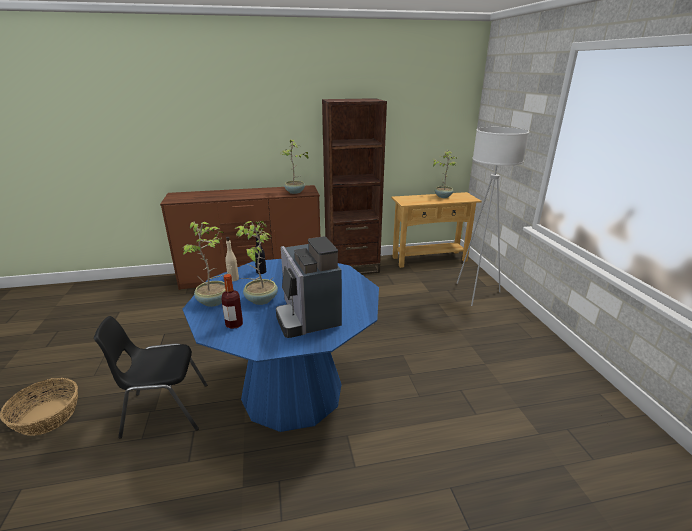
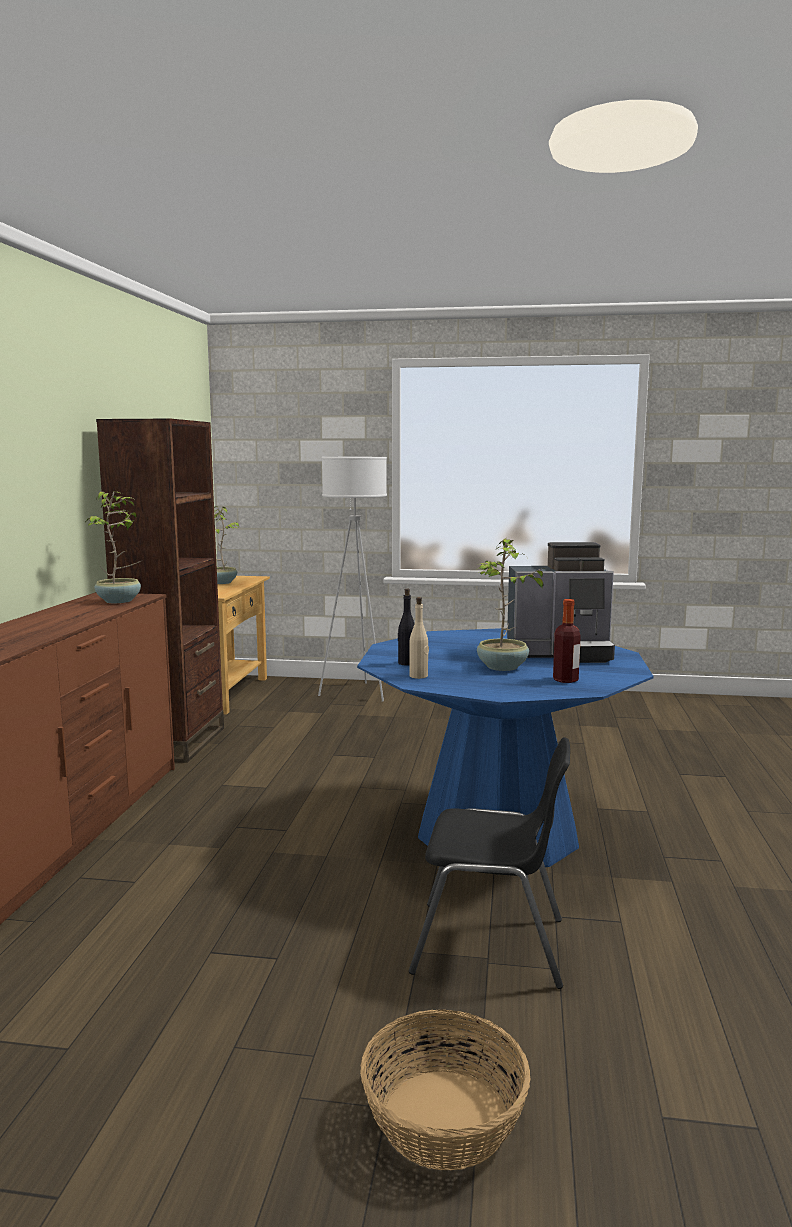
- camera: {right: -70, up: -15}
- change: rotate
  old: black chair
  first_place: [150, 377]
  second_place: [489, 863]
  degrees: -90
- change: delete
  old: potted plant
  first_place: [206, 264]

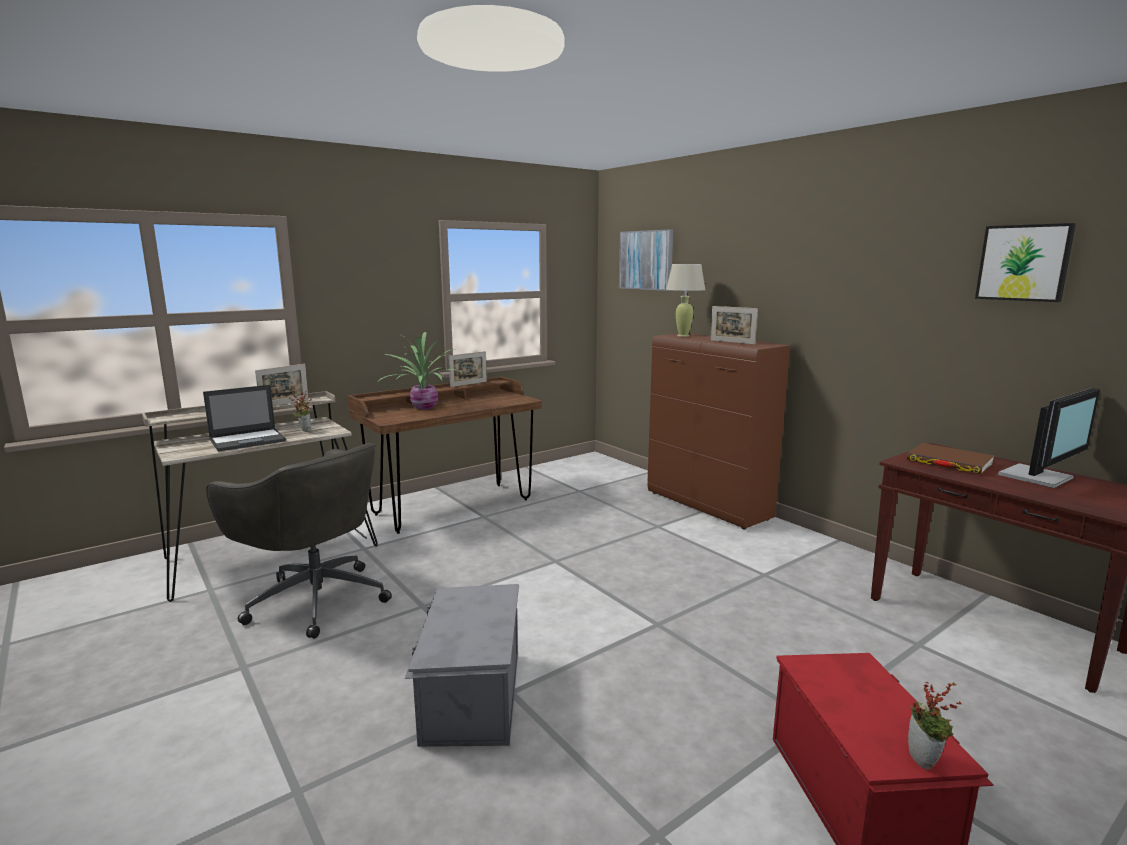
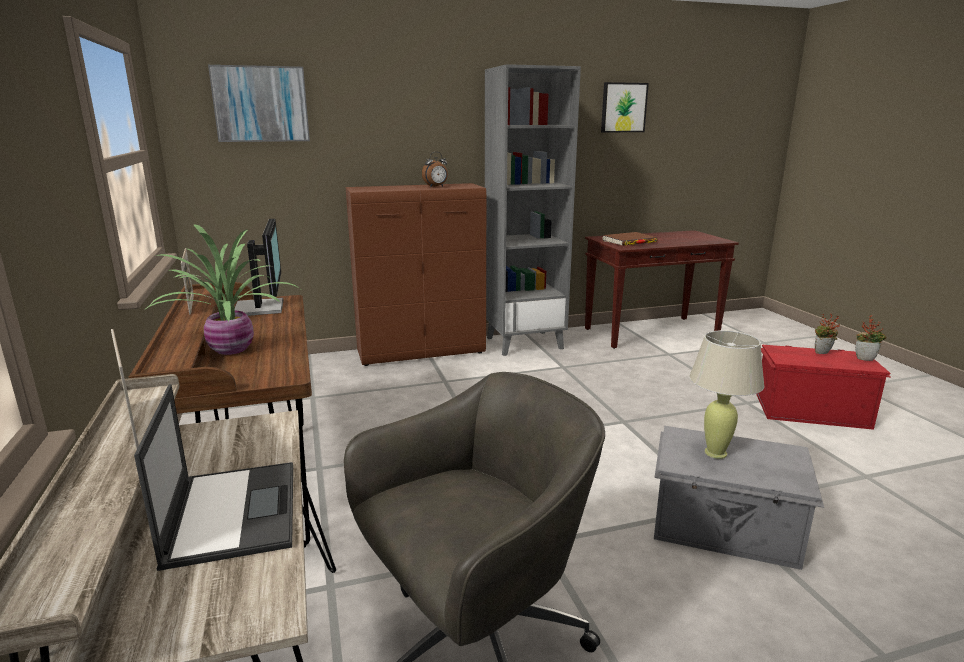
- camera: {right: -70, up: 5}
- change: move
  old: potted plant
  first_place: [300, 411]
  second_place: [827, 334]
- change: move
  old: beige table lamp
  first_place: [686, 300]
  second_place: [727, 394]
- change: replace
  old: picture frame
  new: alarm clock
  first_place: [734, 325]
  second_place: [435, 169]
- change: move
  old: monitor
  first_place: [1049, 438]
  second_place: [259, 267]
- change: insert
  new: grey bookcase
  second_place: [533, 210]

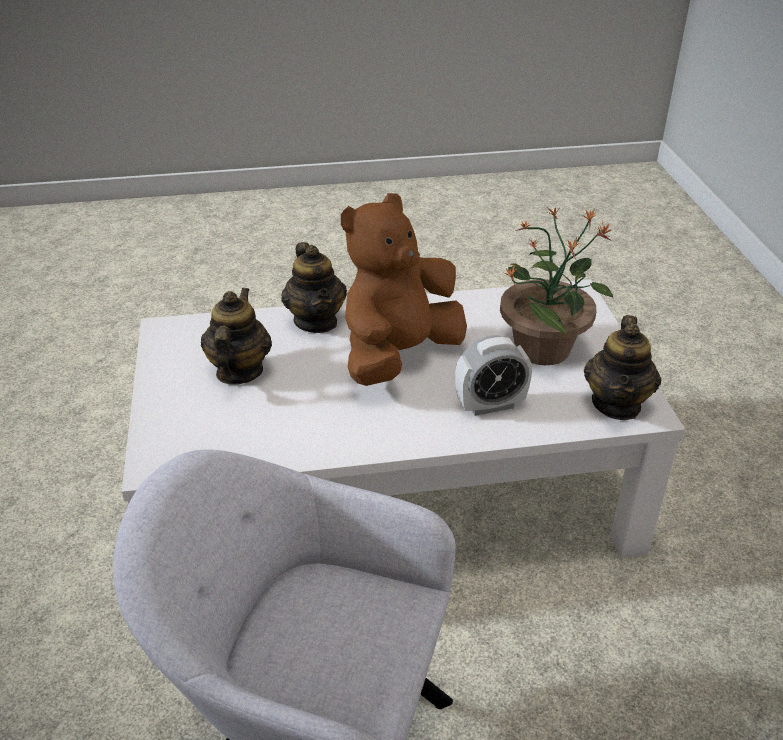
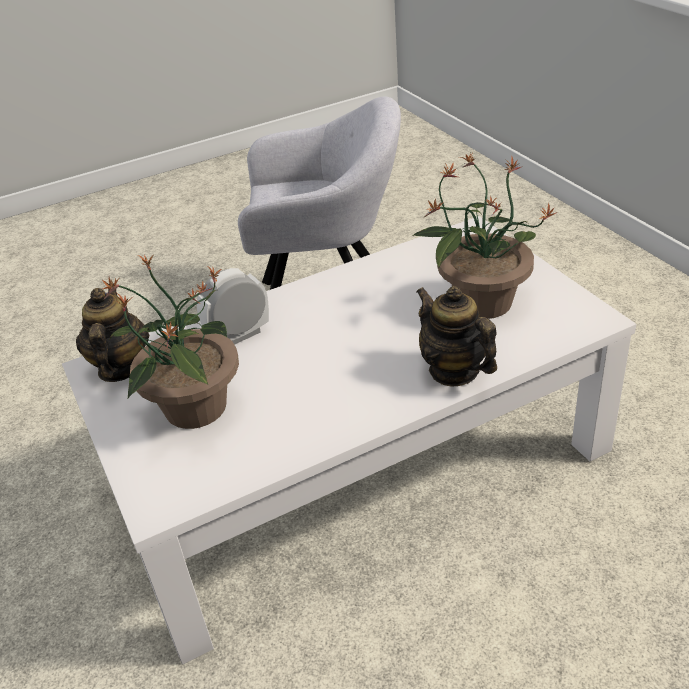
- camera: {right: 165, up: 0}
- change: replace
  old: teapot
  new: potted plant
  first_place: [236, 336]
  second_place: [484, 236]
- change: delete
  old: brown plush toy
  first_place: [404, 289]

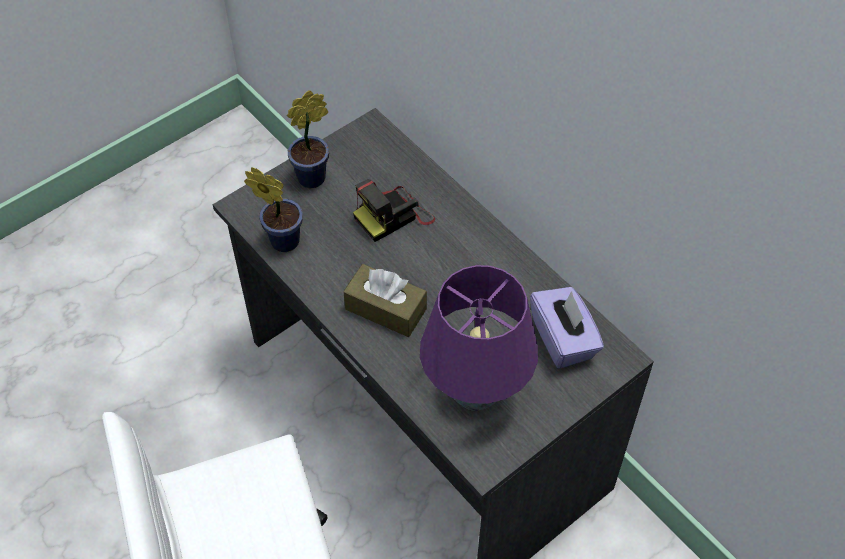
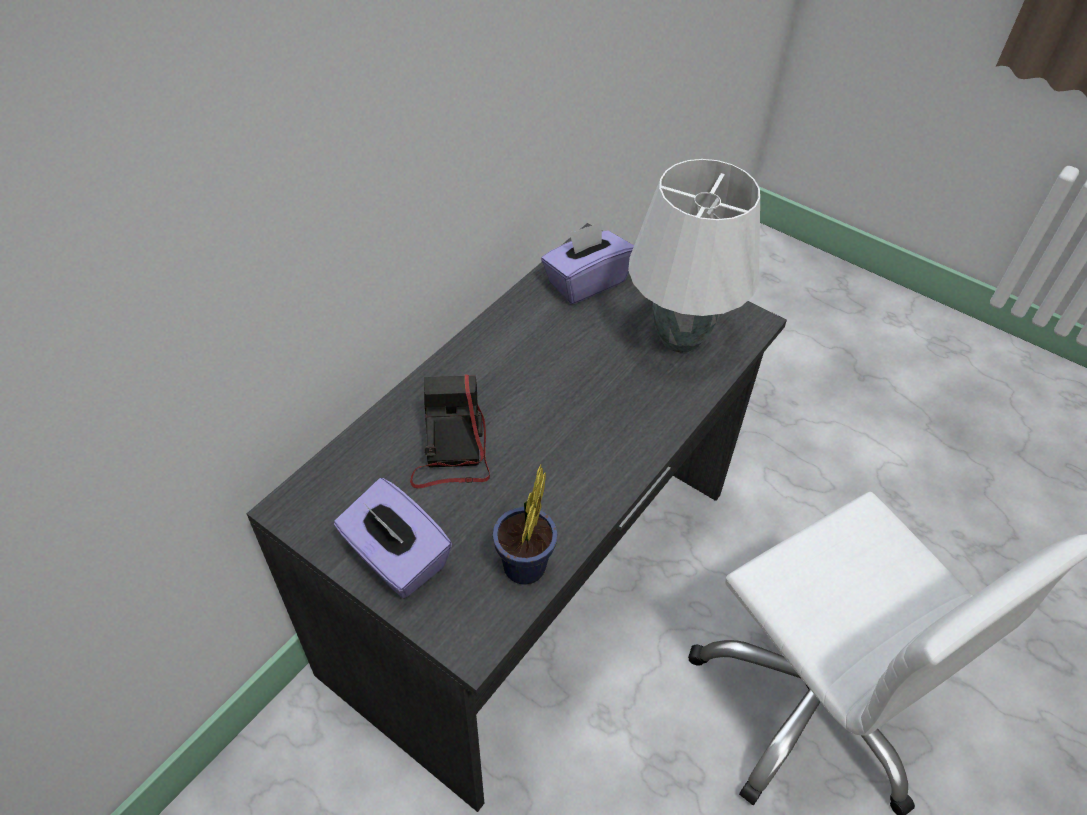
- camera: {right: -105, up: -5}
- change: replace
  old: potted plant
  new: purple tissue box
  first_place: [308, 139]
  second_place: [393, 538]
- change: delete
  old: brown tissue box
  first_place: [385, 300]
- change: rotate
  old: photo camera
  first_place: [394, 210]
  second_place: [450, 431]
  degrees: -135
- change: recolor
  old: purple table lamp
  new: white table lamp
  first_place: [479, 338]
  second_place: [694, 256]

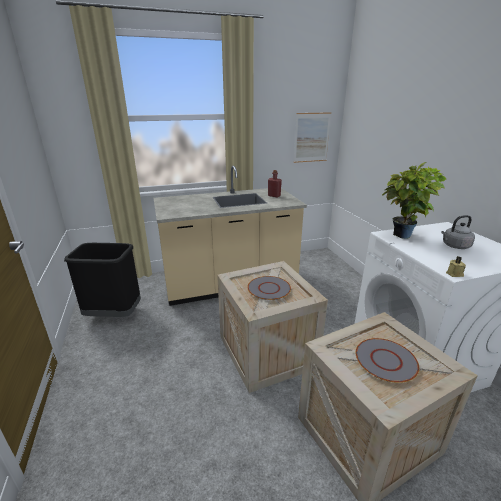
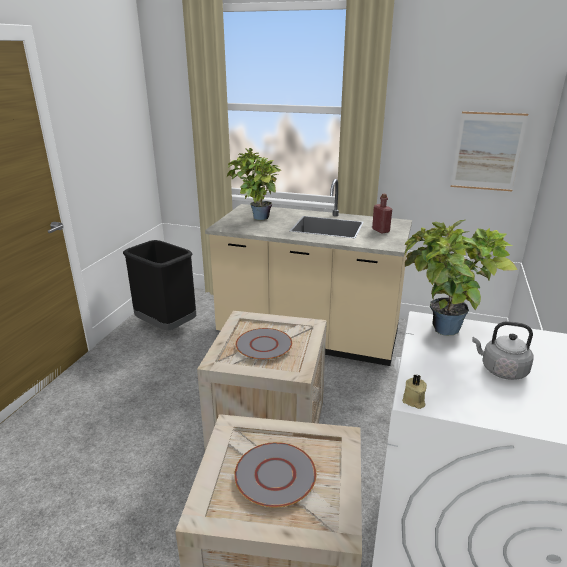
- camera: {right: 35, up: 0}
- change: insert
  new: potted plant
  second_place: [254, 184]

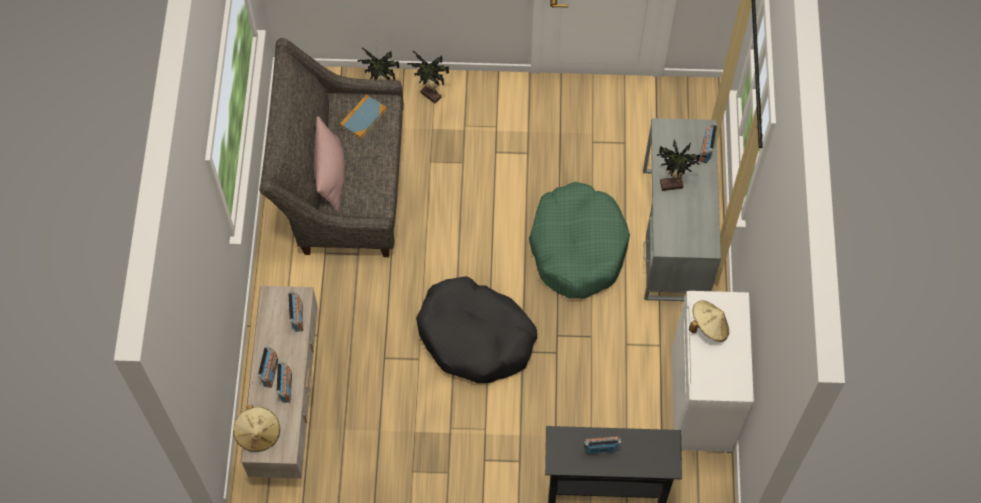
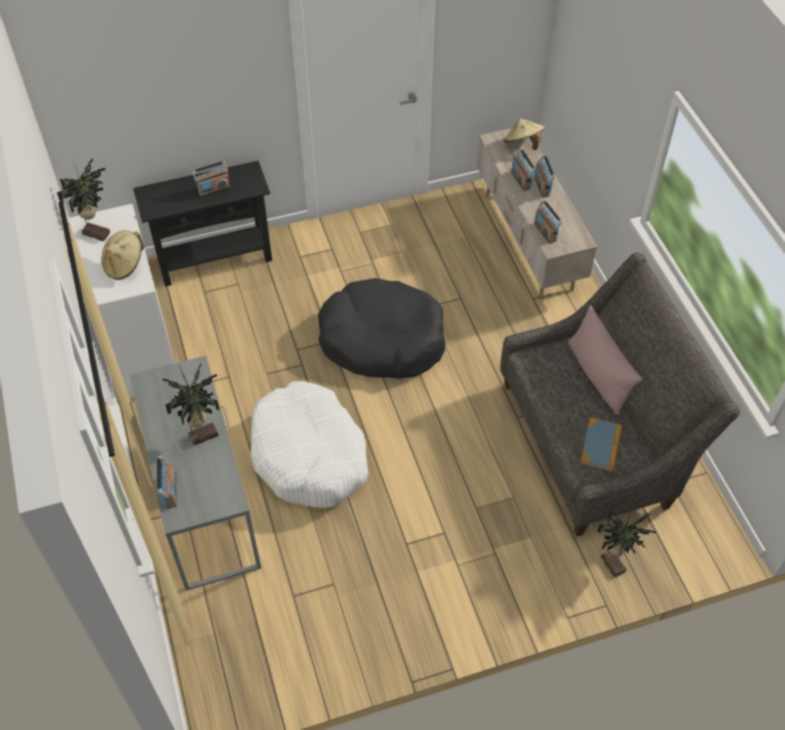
- camera: {right: 160, up: -10}
- change: move
  old: potted plant
  first_place: [428, 77]
  second_place: [83, 199]
- change: recolor
  old: green dog bed
  new: white dog bed
  first_place: [579, 240]
  second_place: [310, 444]

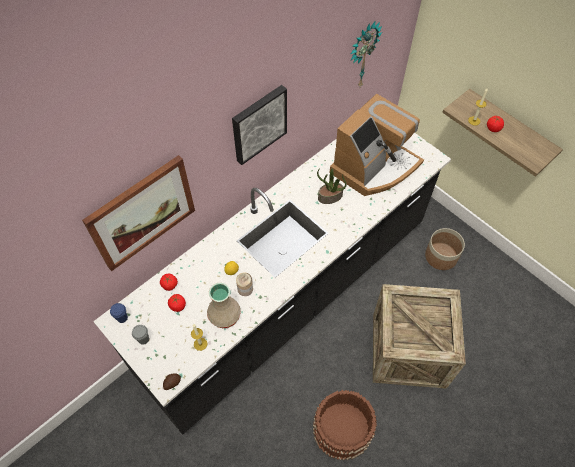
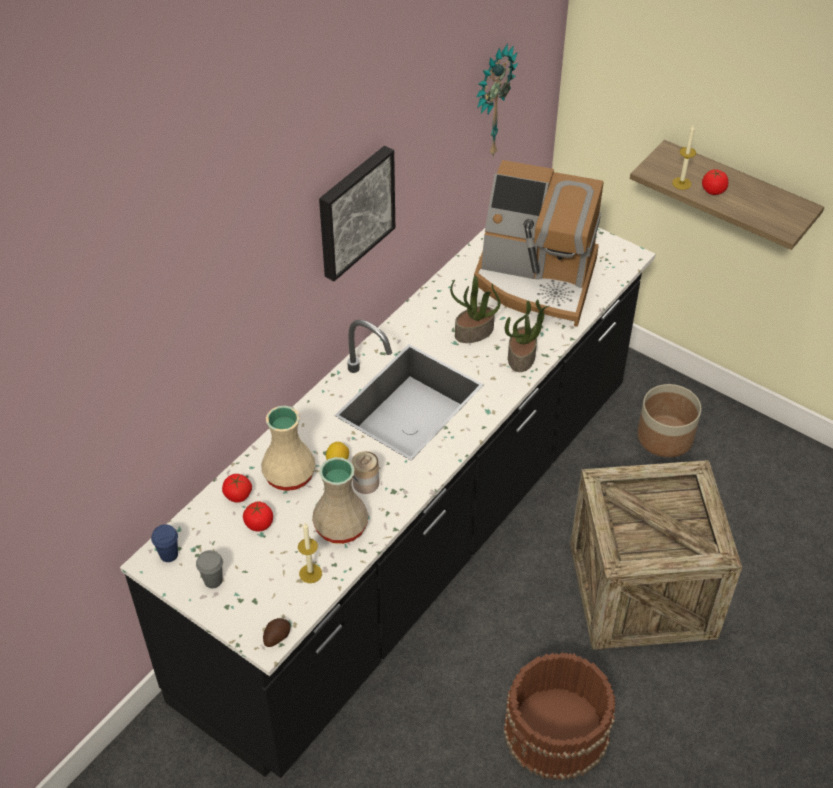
- camera: {right: -10, up: -10}
- change: delete
  old: picture
  first_place: [138, 213]
- change: rotate
  old: coffee machine
  first_place: [377, 145]
  second_place: [539, 243]
  degrees: 75
- change: insert
  new: beige vase
  second_place: [288, 448]
- change: insert
  new: potted plant
  second_place: [527, 335]

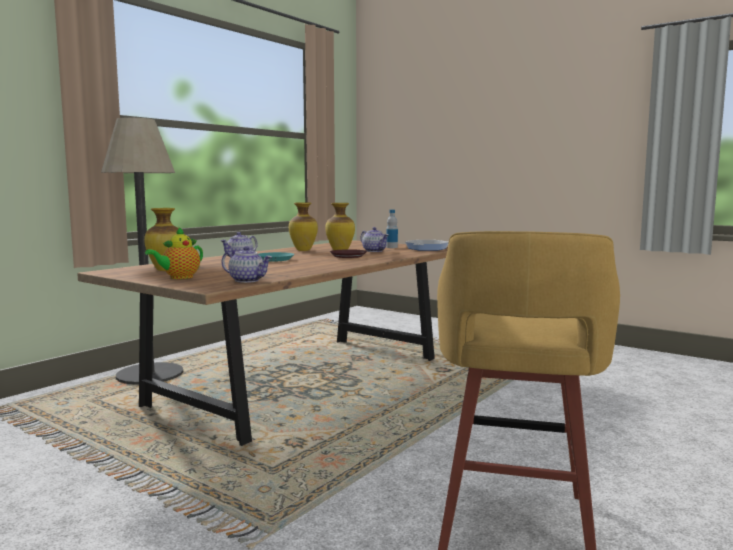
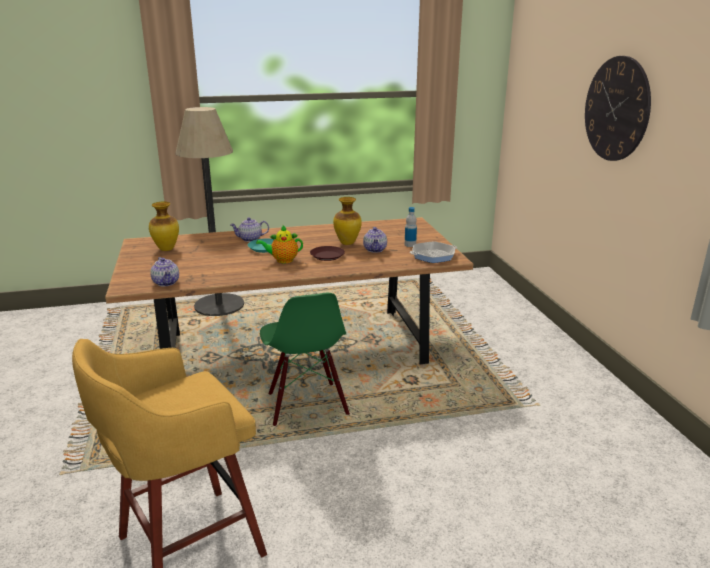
- camera: {right: 40, up: 15}
- change: move
  old: teapot
  first_place: [174, 253]
  second_place: [279, 244]
- change: delete
  old: vase
  first_place: [303, 226]
- change: insert
  new: green chair
  second_place: [305, 359]
- change: insert
  new: wall clock
  second_place: [618, 108]

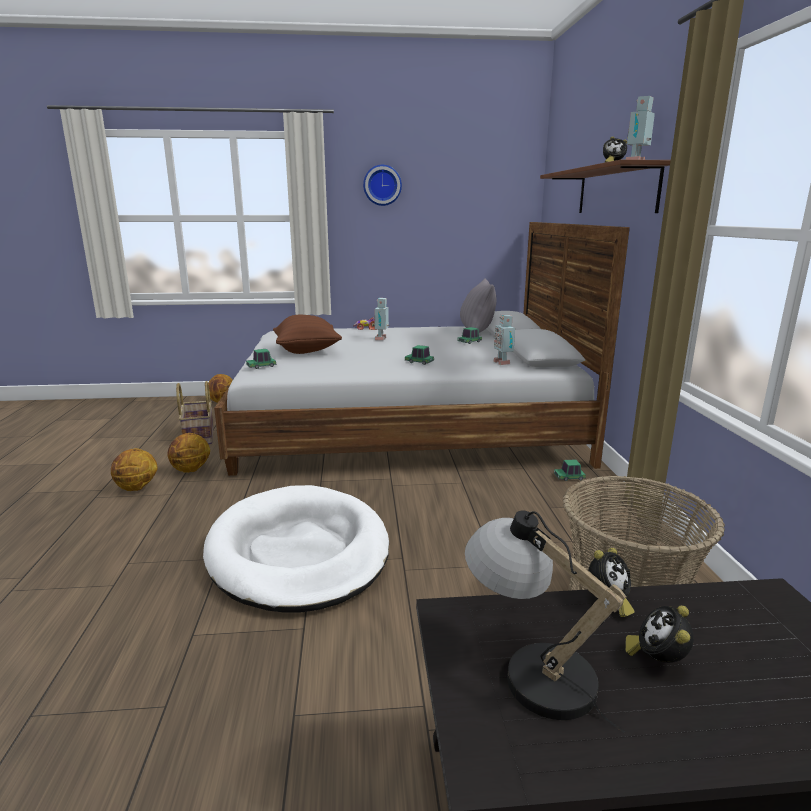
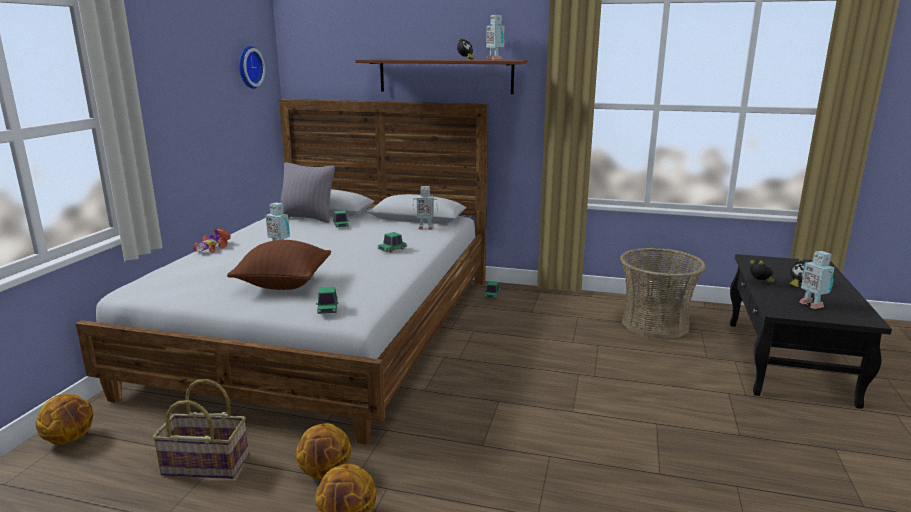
- camera: {right: -70, up: 0}
- change: delete
  old: white dog bed
  first_place: [296, 548]
- change: move
  old: wall clock
  first_place: [382, 185]
  second_place: [251, 67]
- change: replace
  old: table lamp
  new: toy robot
  first_place: [545, 621]
  second_place: [817, 280]

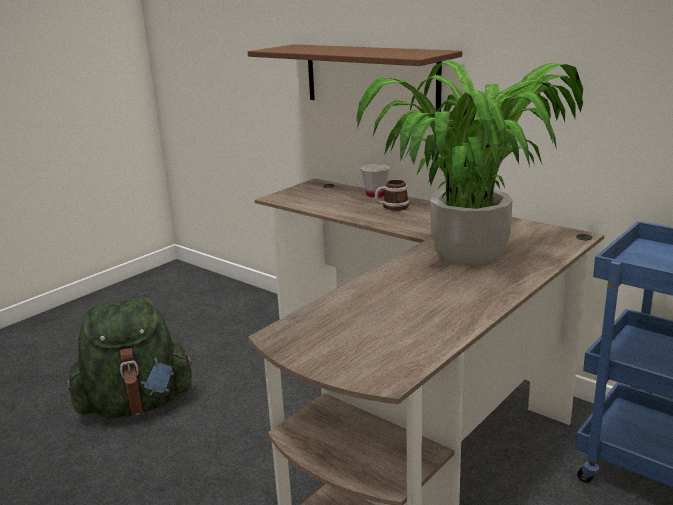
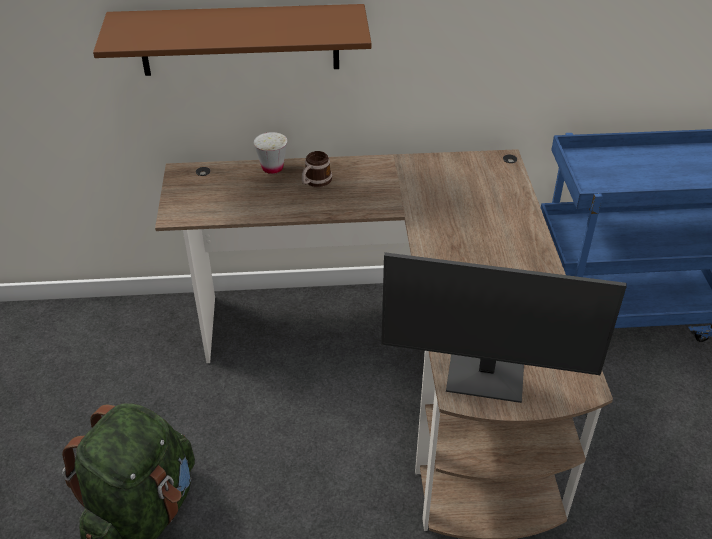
- camera: {right: -45, up: 20}
- change: delete
  old: potted plant
  first_place: [469, 163]
- change: insert
  new: monitor
  second_place: [504, 327]

